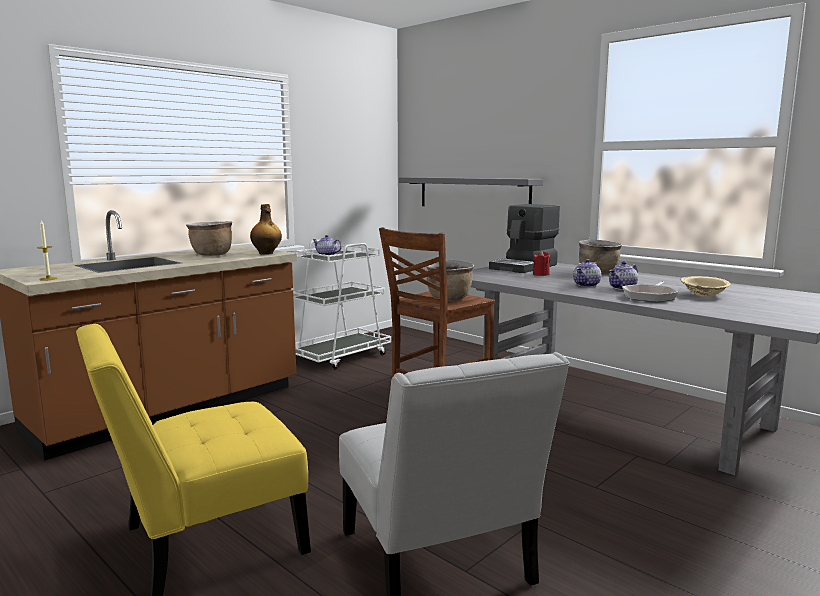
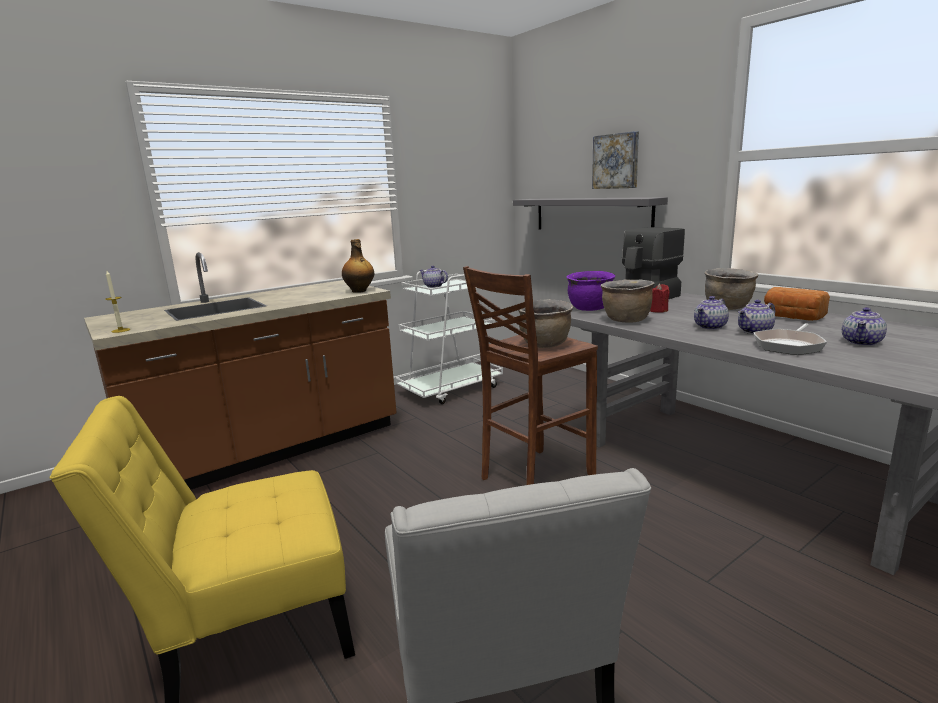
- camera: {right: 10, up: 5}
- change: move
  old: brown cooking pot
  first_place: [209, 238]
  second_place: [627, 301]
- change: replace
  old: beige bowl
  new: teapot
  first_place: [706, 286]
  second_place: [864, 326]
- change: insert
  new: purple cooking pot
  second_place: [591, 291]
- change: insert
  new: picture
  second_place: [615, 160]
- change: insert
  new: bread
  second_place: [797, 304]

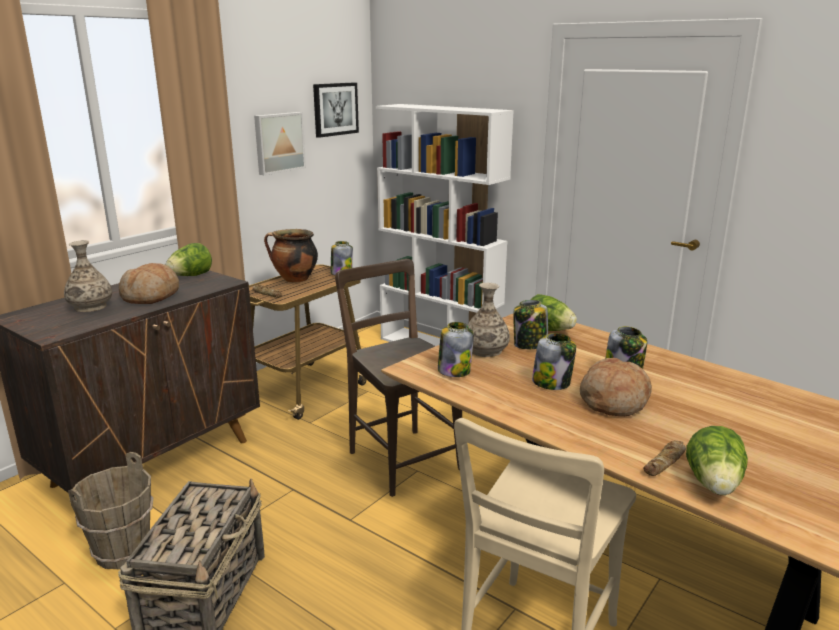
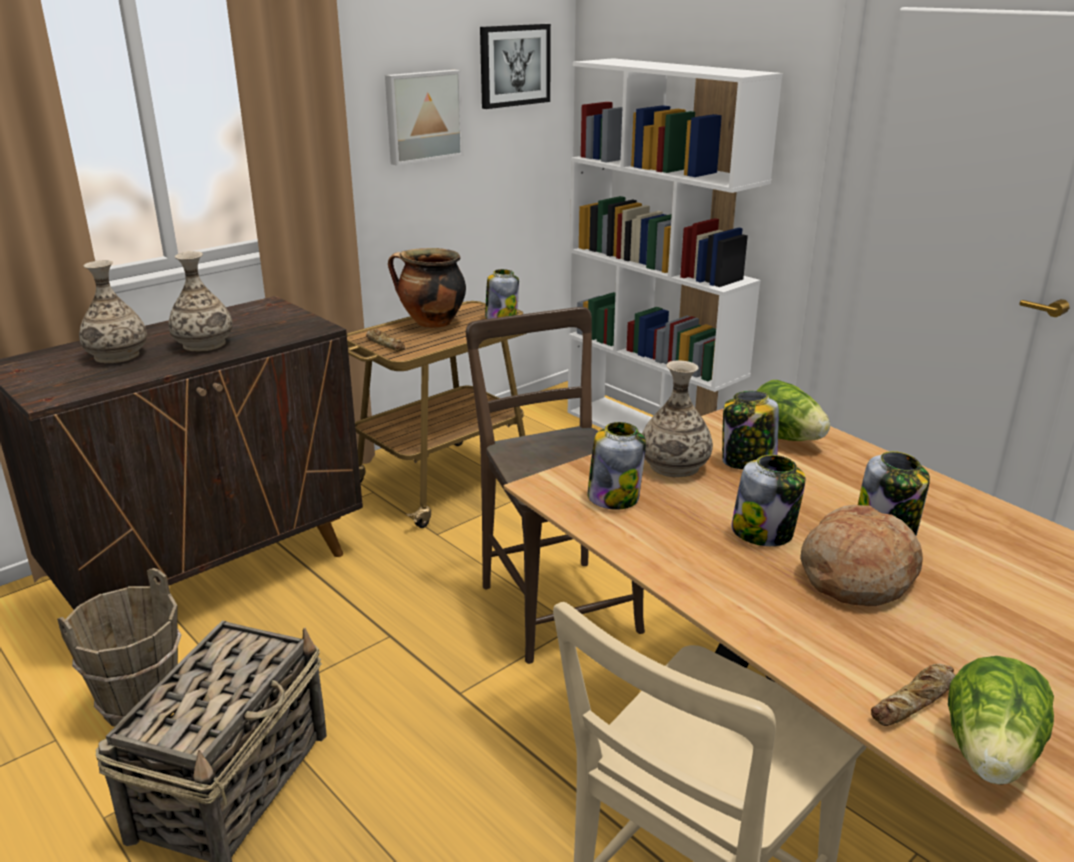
- camera: {right: 10, up: 5}
- change: replace
  old: bread
  new: vase
  first_place: [149, 283]
  second_place: [200, 301]
- change: delete
  old: lettuce
  first_place: [188, 259]

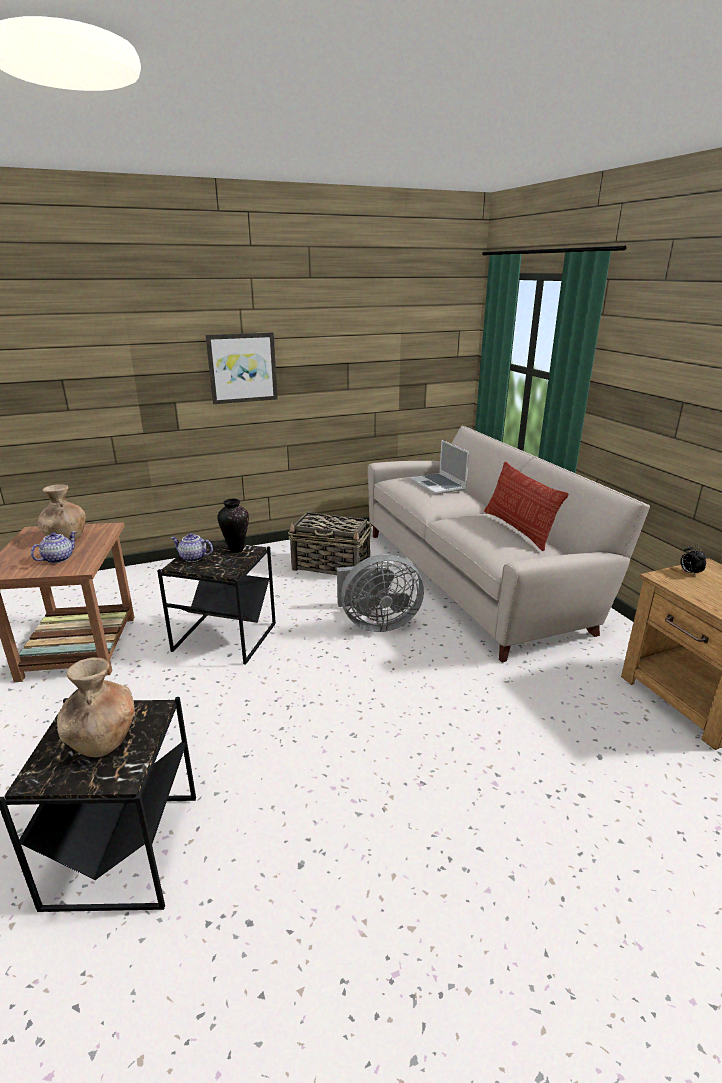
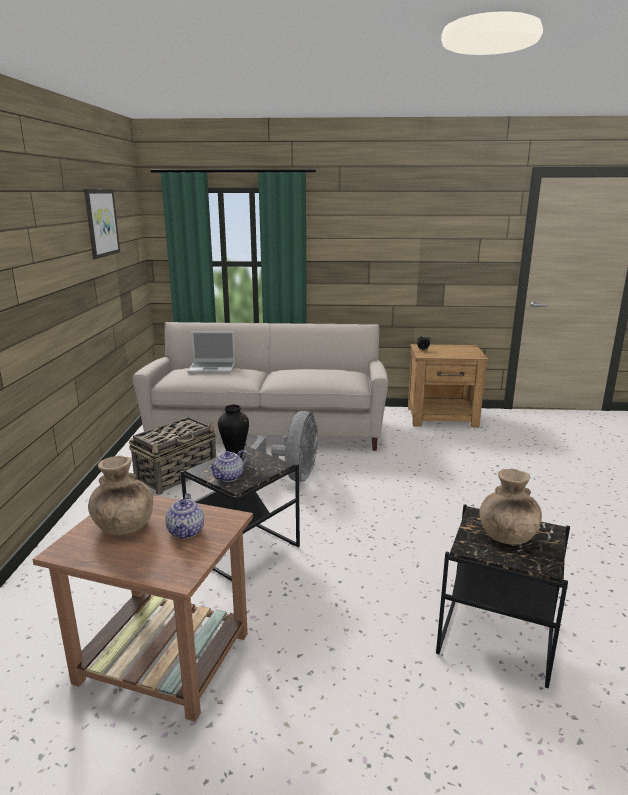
- camera: {right: -65, up: -5}
- change: rotate
  old: teapot
  first_place: [54, 547]
  second_place: [184, 516]
  degrees: -150
- change: move
  old: picture
  first_place: [241, 368]
  second_place: [102, 224]
- change: delete
  old: pillow
  first_place: [526, 506]

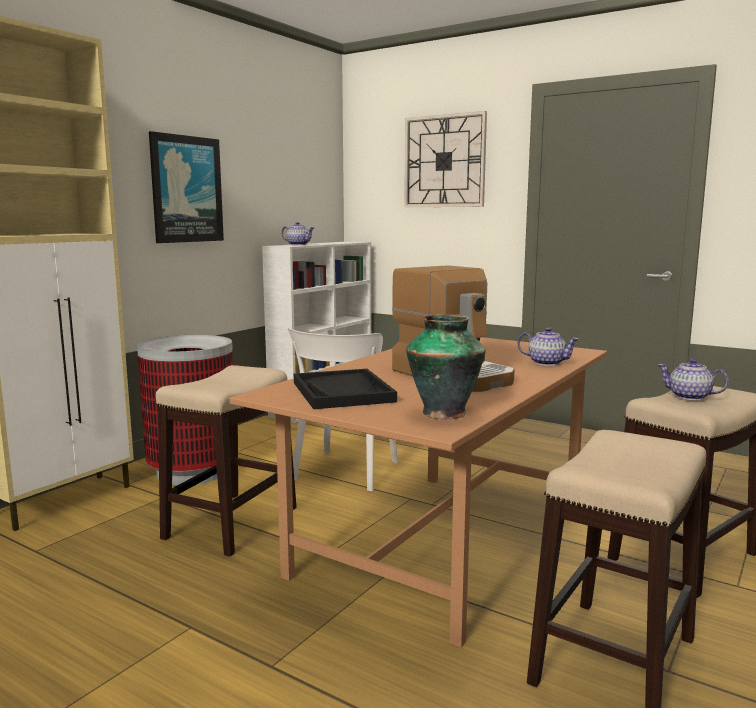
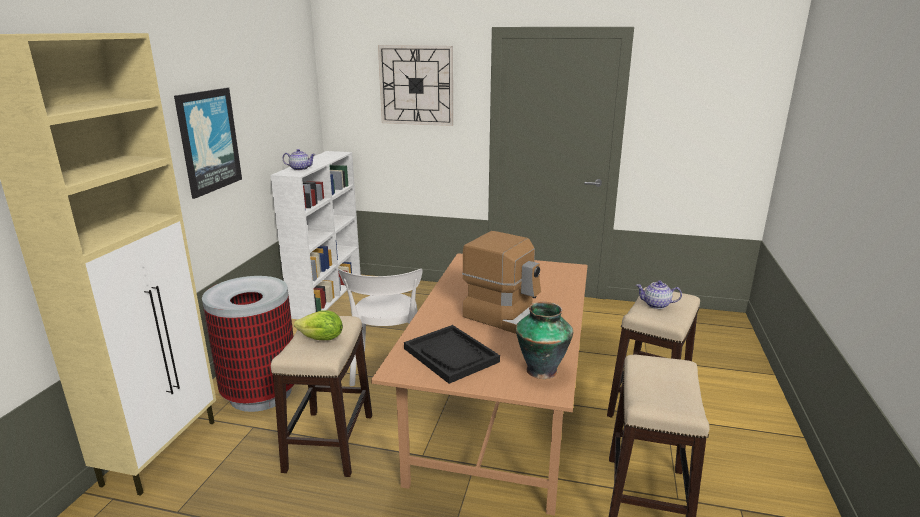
- camera: {right: -20, up: 10}
- change: delete
  old: teapot
  first_place: [548, 346]
- change: insert
  new: lettuce
  second_place: [318, 325]

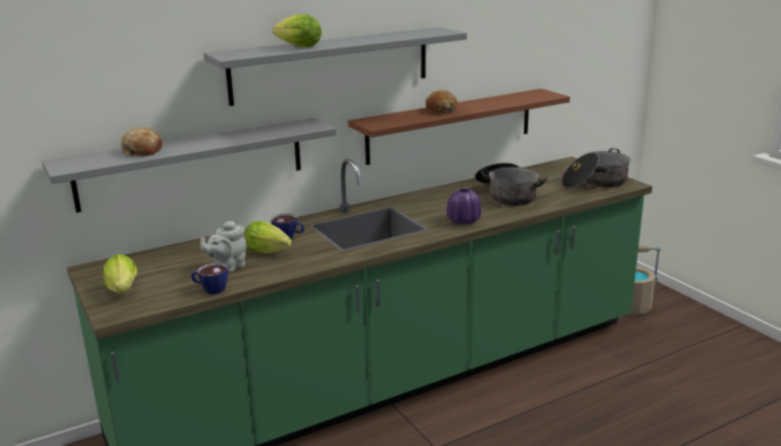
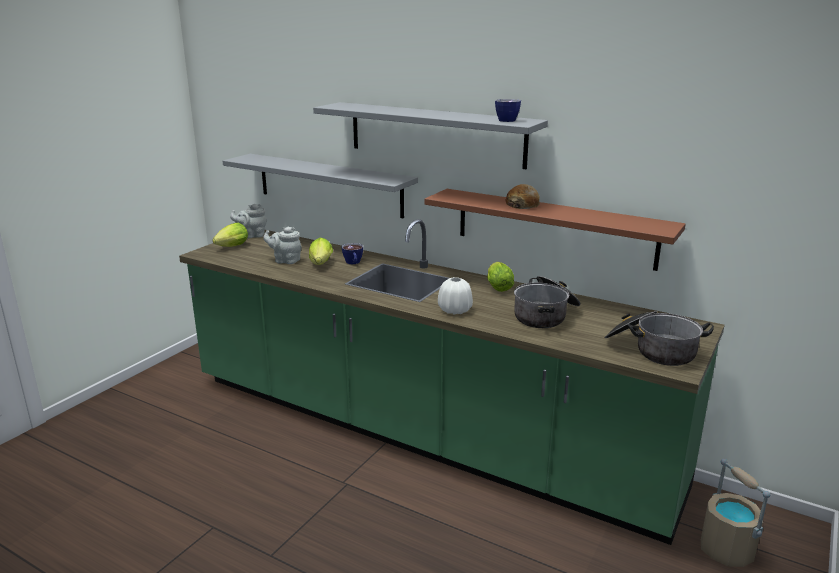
- camera: {right: 60, up: 0}
- change: delete
  old: bread
  first_place: [141, 141]
- change: move
  old: cup
  first_place: [209, 278]
  second_place: [508, 110]
- change: move
  old: lettuce
  first_place: [297, 30]
  second_place: [500, 277]
- change: recolor
  old: purple vase
  new: white vase
  first_place: [464, 206]
  second_place: [455, 296]
- change: insert
  new: grey teapot
  second_place: [248, 221]

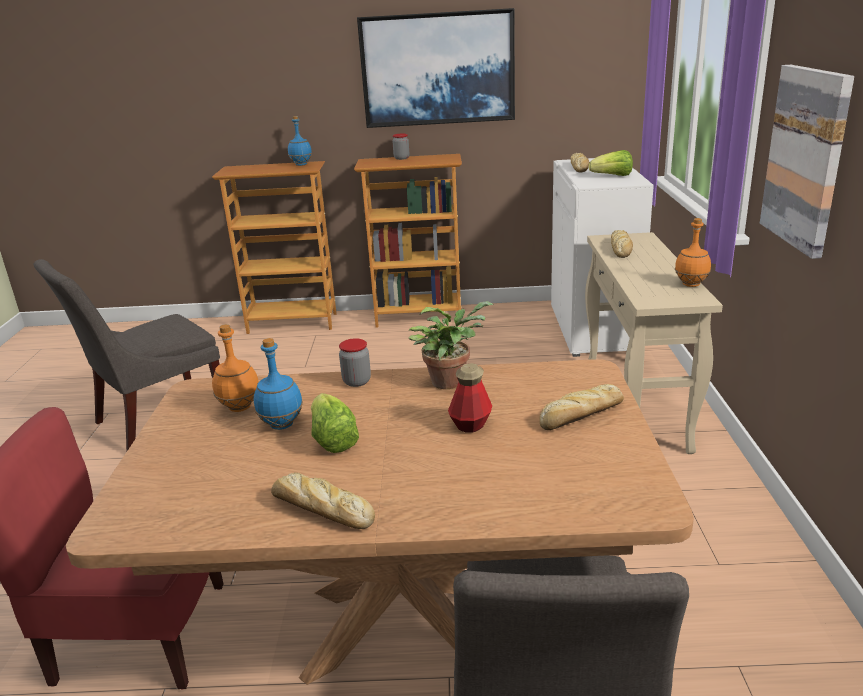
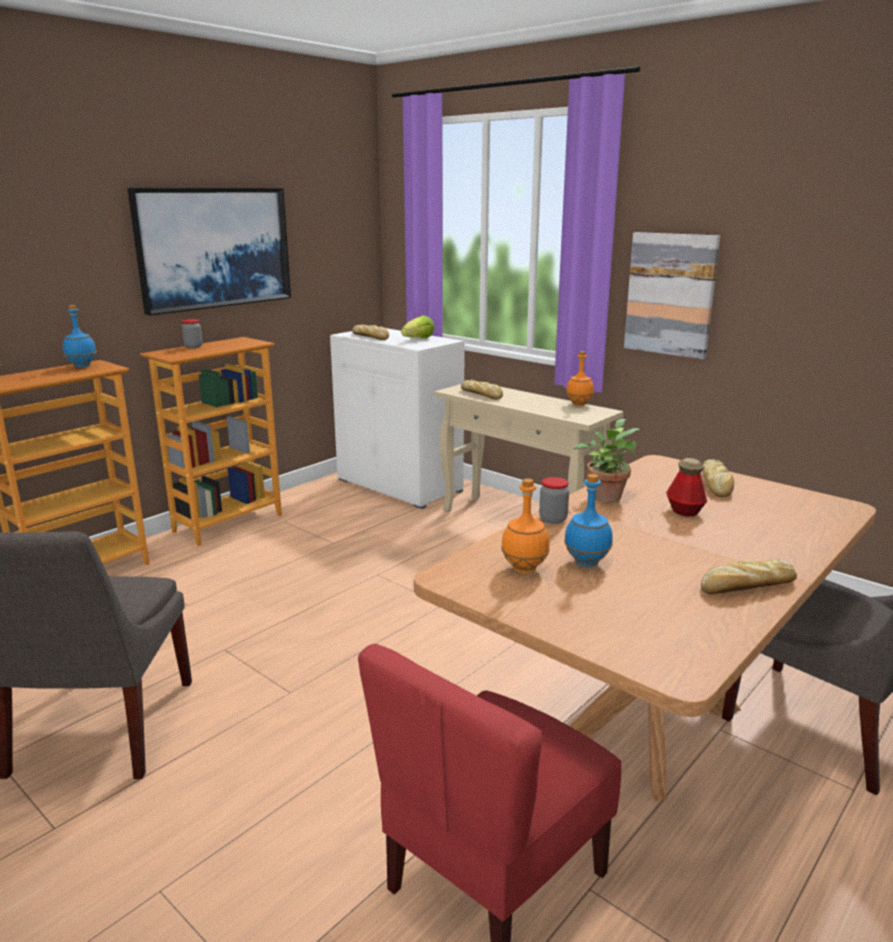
- camera: {right: -50, up: -5}
- change: delete
  old: lettuce
  first_place: [335, 423]

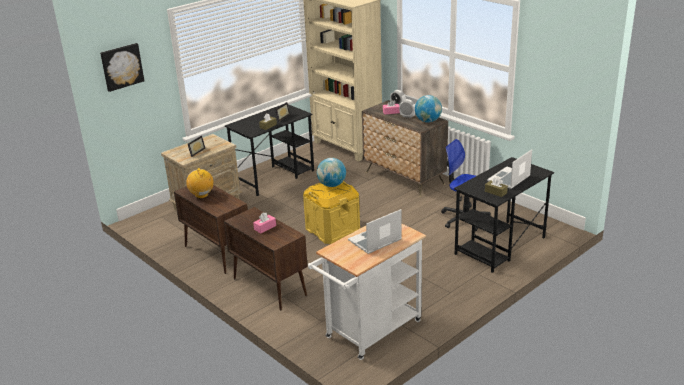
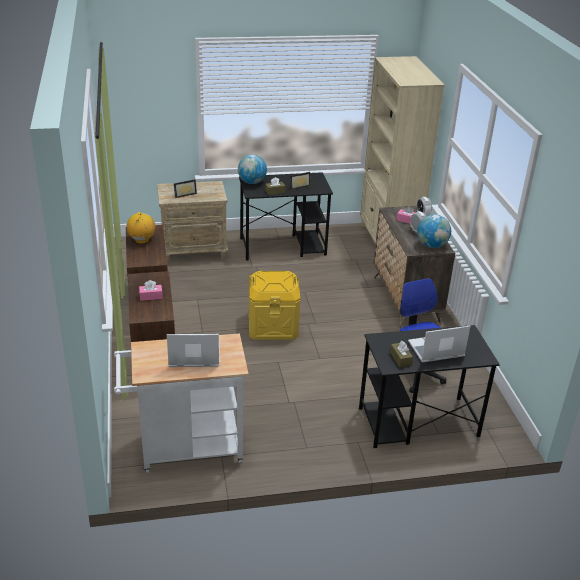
- camera: {right: 30, up: 5}
- change: delete
  old: picture
  first_place: [122, 67]
- change: move
  old: globe
  first_place: [331, 172]
  second_place: [252, 169]

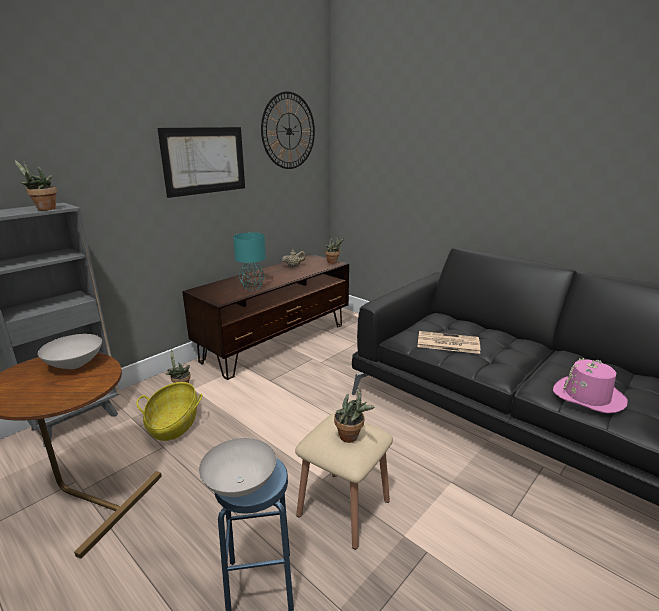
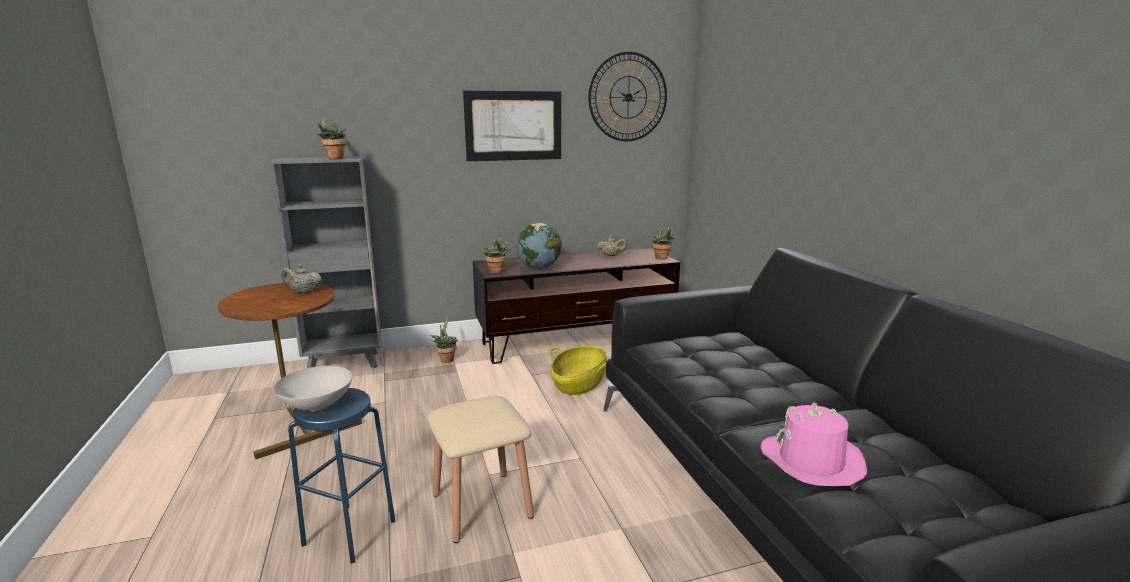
- camera: {right: 30, up: -5}
- change: replace
  old: white bowl
  new: beige teapot
  first_place: [70, 351]
  second_place: [301, 279]
- change: move
  old: basket
  first_place: [170, 411]
  second_place: [580, 370]
- change: replace
  old: turquoise table lamp
  new: globe
  first_place: [249, 261]
  second_place: [539, 246]
- change: move
  old: potted plant
  first_place: [354, 415]
  second_place: [496, 254]
- change: delete
  old: newspaper
  first_place: [448, 342]

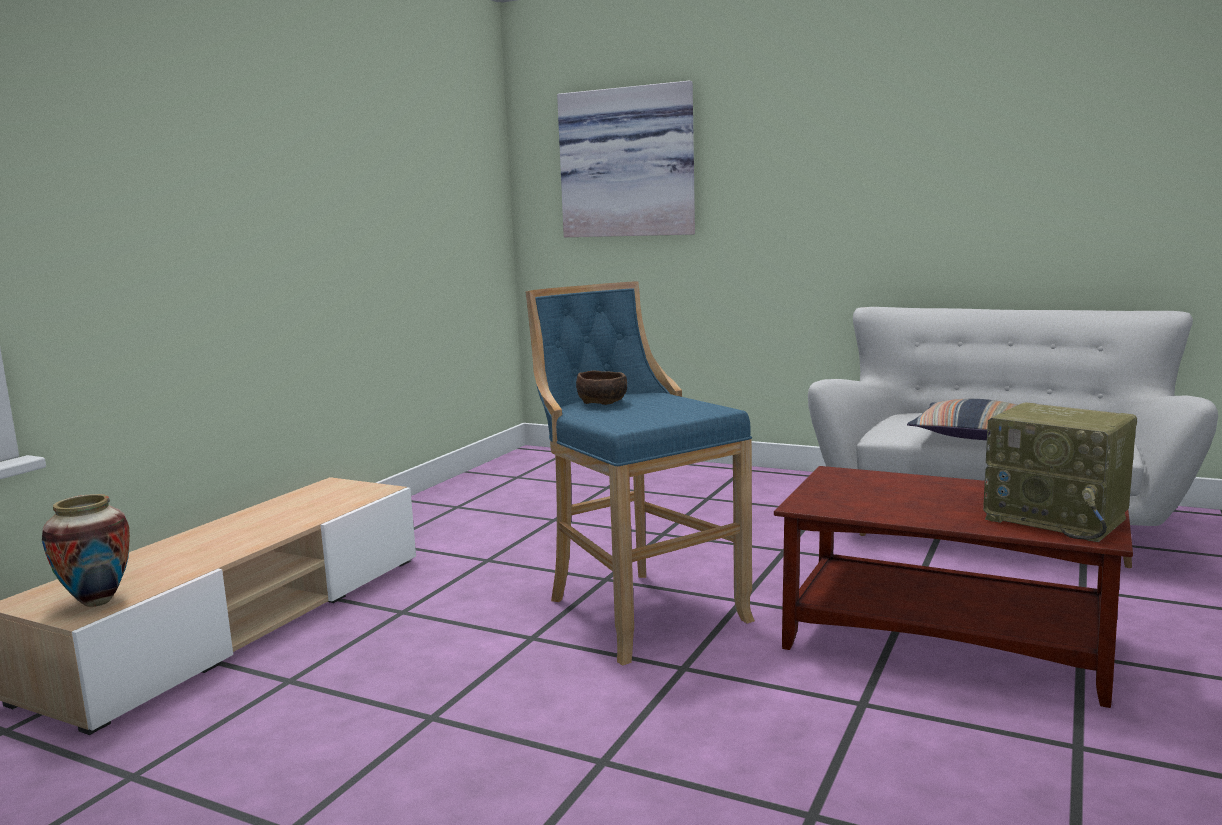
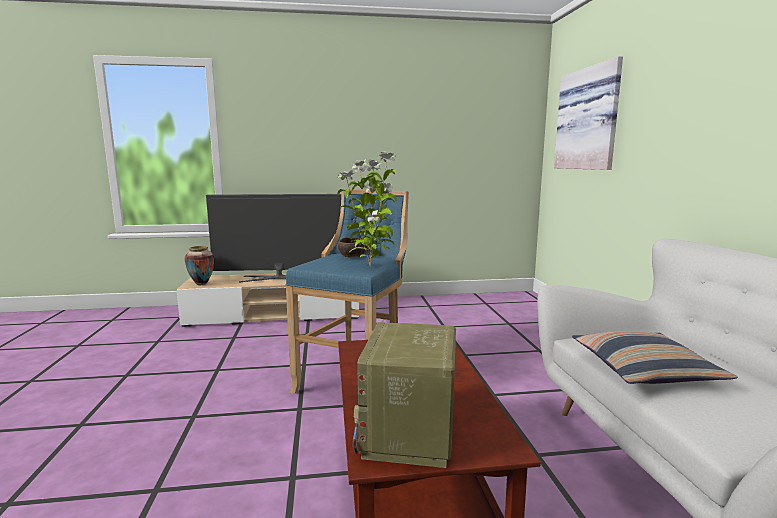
- camera: {right: 55, up: 0}
- change: insert
  new: television
  second_place: [273, 238]
- change: insert
  new: potted plant
  second_place: [367, 208]

